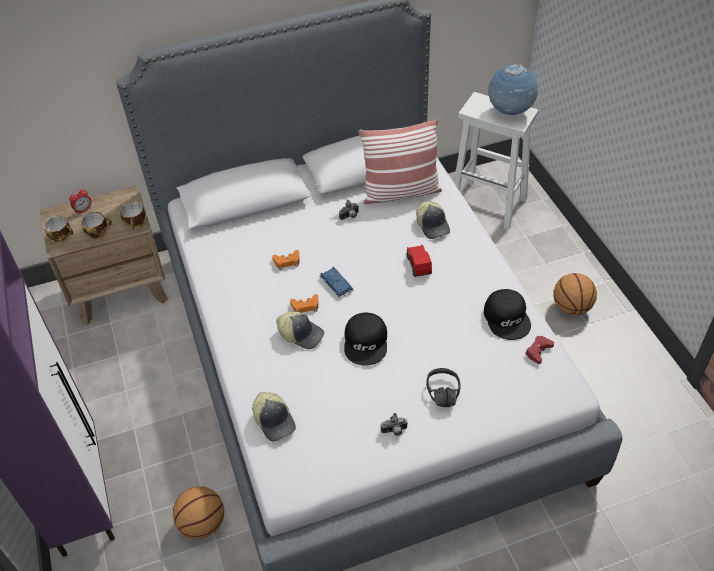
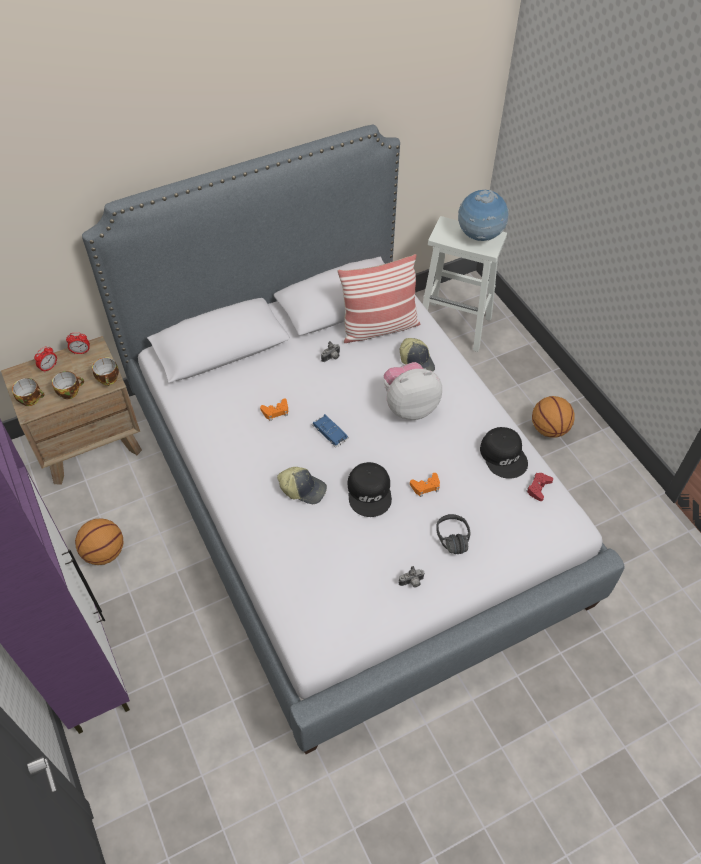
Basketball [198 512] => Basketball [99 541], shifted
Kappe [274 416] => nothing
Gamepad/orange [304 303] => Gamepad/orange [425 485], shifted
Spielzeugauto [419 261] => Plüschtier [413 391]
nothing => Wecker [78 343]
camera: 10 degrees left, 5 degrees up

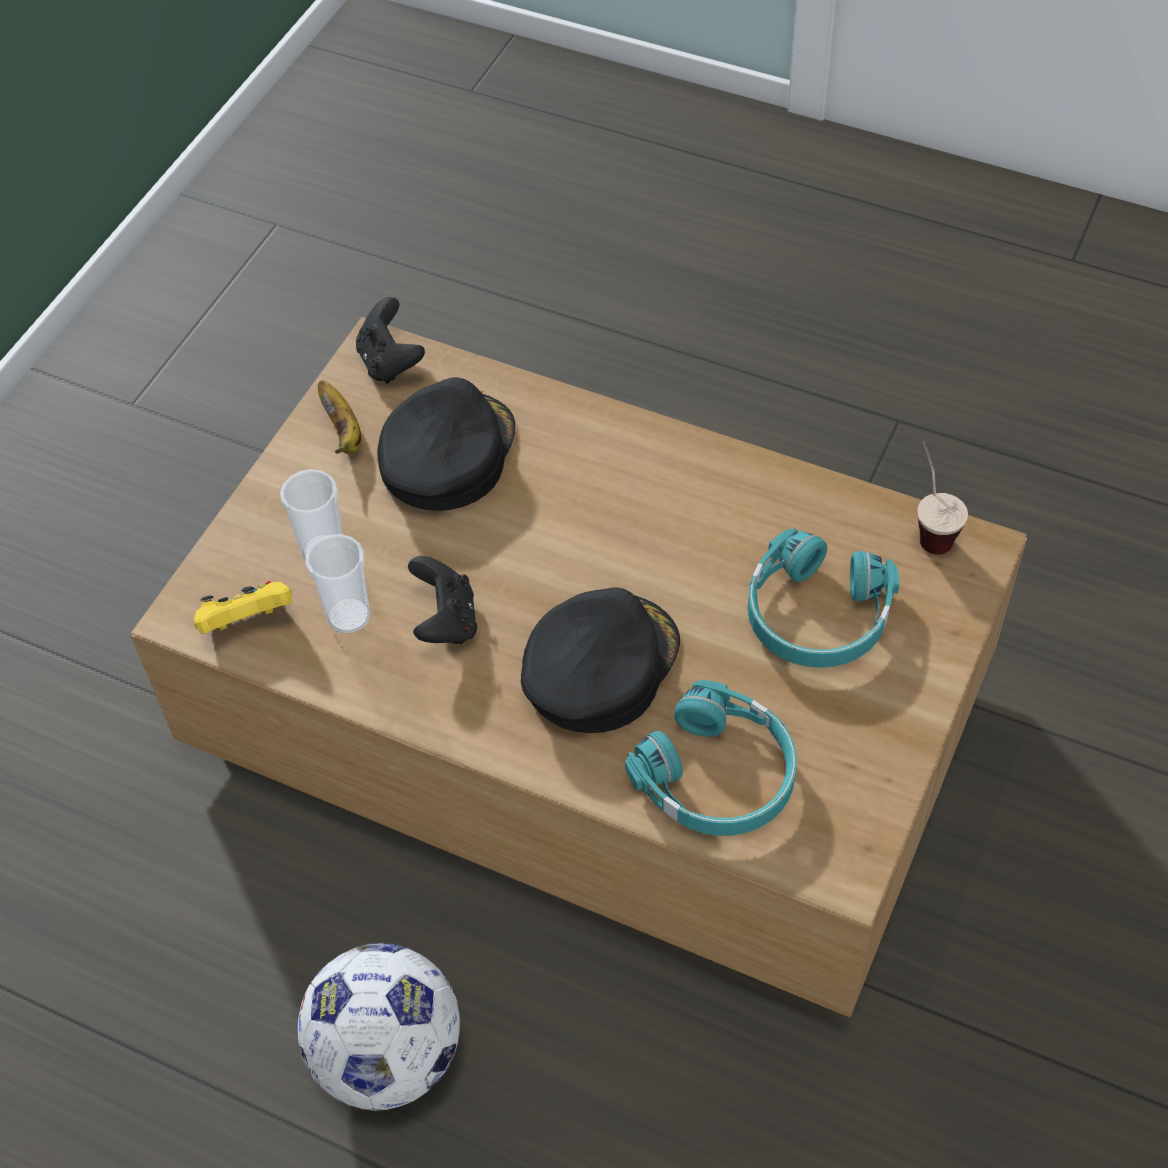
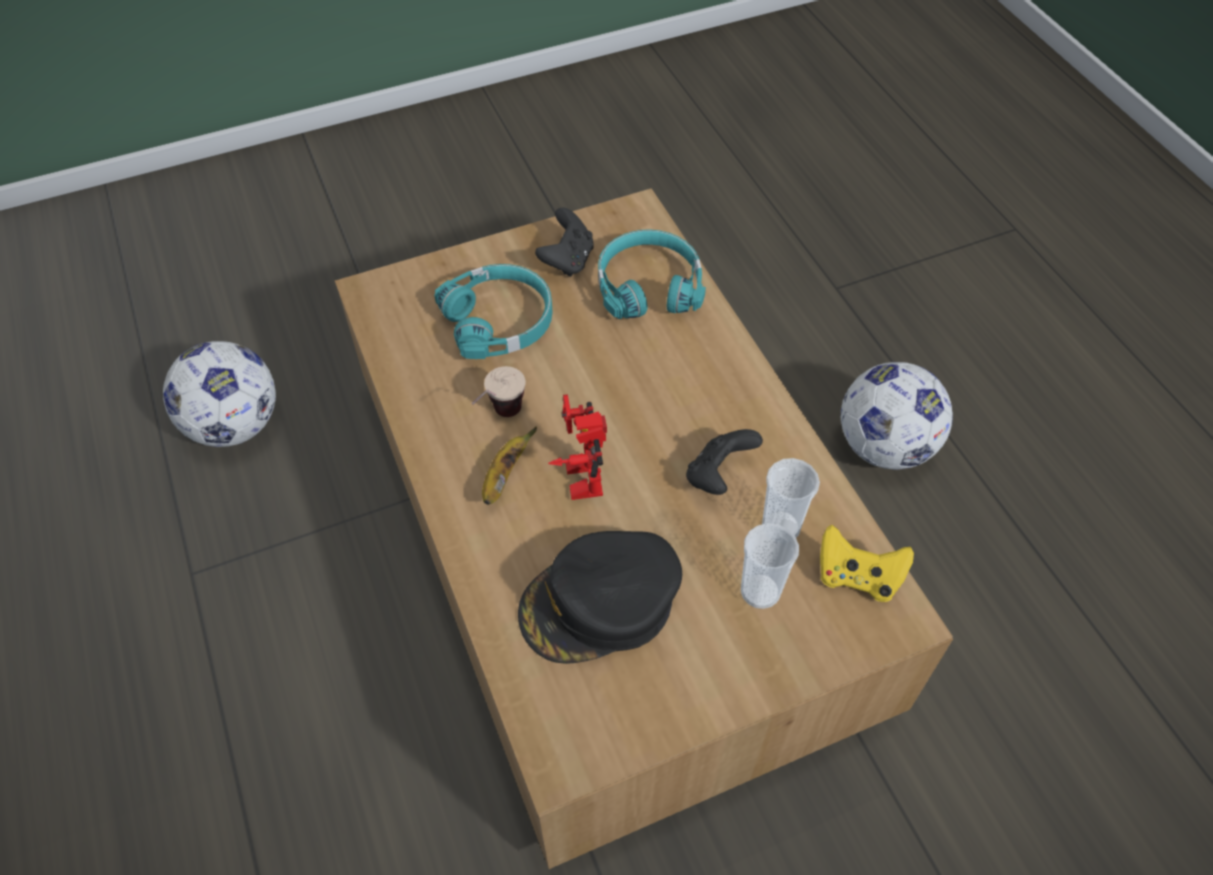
Banane [339 417] => Banane [509 465], shifted
Gamepad/schwarz [390 340] => Gamepad/schwarz [564 242], shifted
Kappe/schwarz [600 660] => nothing
Tasse [942 497] => Tasse [499 391], shifted
nothing => Fußball [219 394]
nothing => Spielzeugroboter [577 447]
camera: 140 degrees left, 0 degrees up

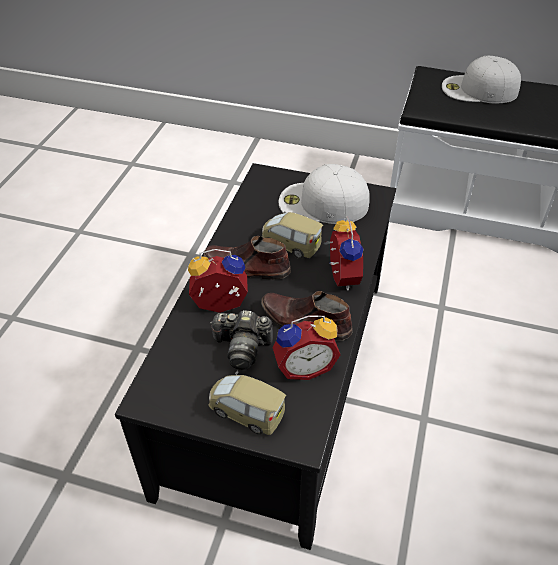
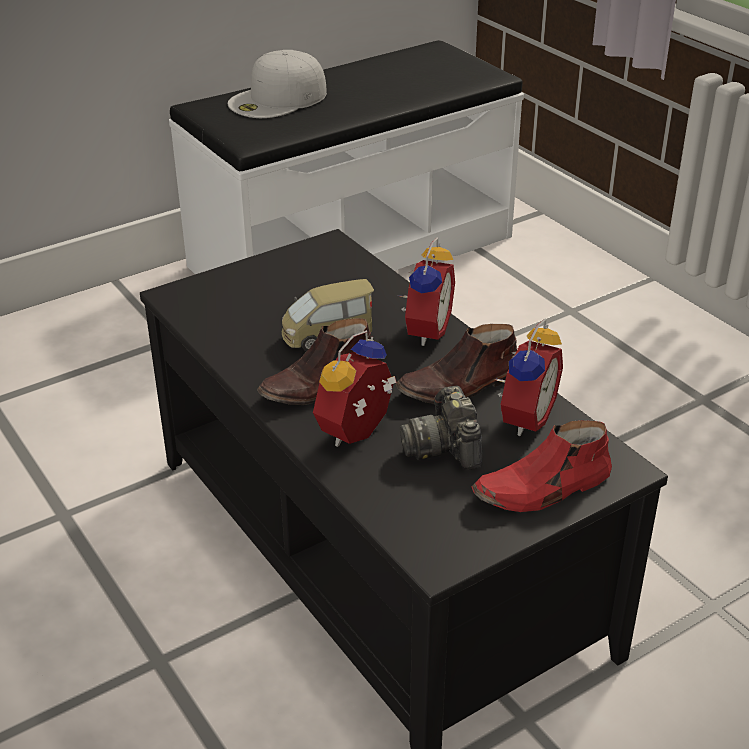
Spielzeugauto [247 403] => Schuh/rot [541 466]
Kamera [241 340] => Kamera [441 427], 120 degrees clockwise
Kappe/weiß [324 194] => nothing
Wecker [344 253] => Wecker [426 291], 75 degrees clockwise
camera: 50 degrees left, 10 degrees down

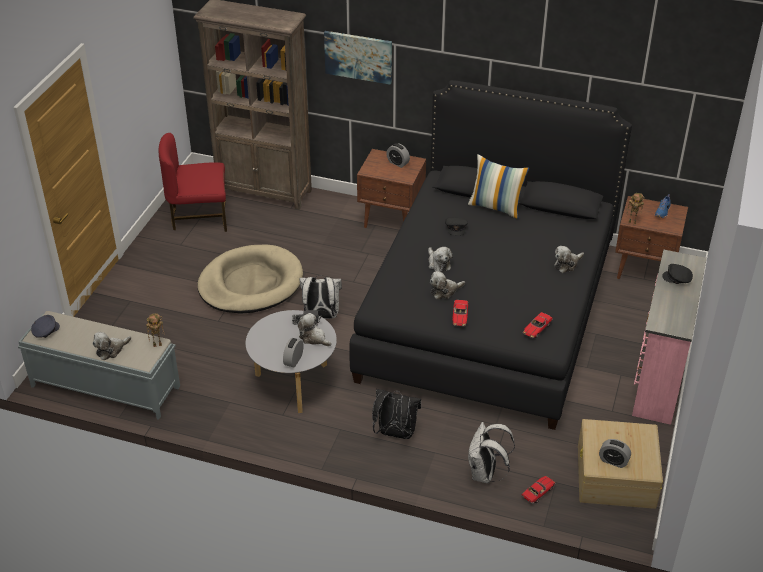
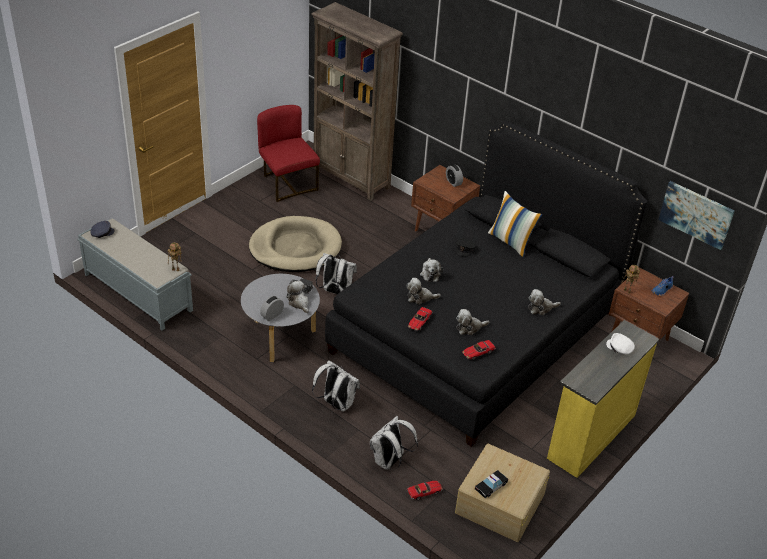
Plüschtier [111 346] => Plüschtier [472 322], shifted
Stuhl/rot [193 182] => Stuhl/rot [288 153], 45 degrees clockwise
Bild [358 58] => Bild [696 215], shifted
Rucksack/schwarz [396 414] => Rucksack/weiß [336 386]
Wecker [615 453] => Spielzeugauto [491 484]
Kommode/rosa [669 337] => Kommode/gelb [603 399]
Kappe/schwarz [678 274] => Kappe/weiß [620 344]
camera: 20 degrees right, 0 degrees up

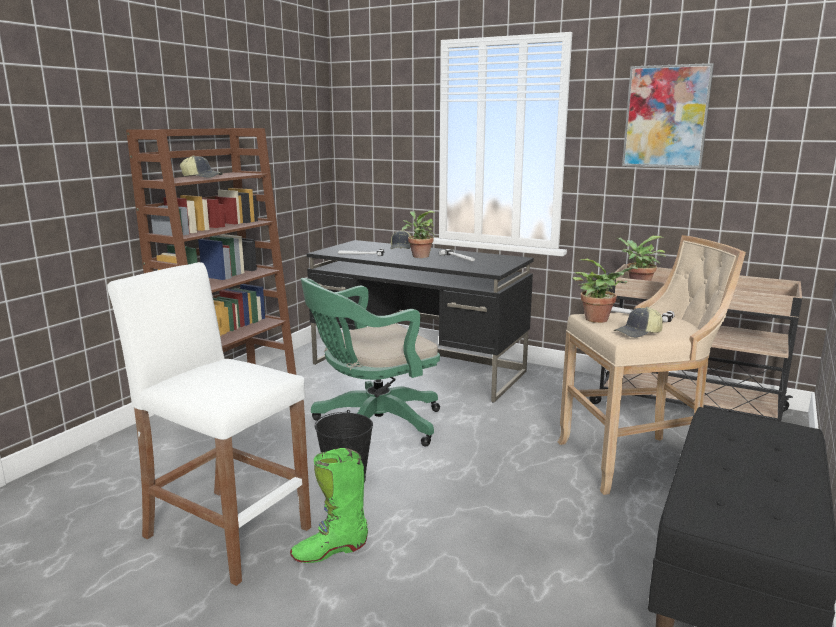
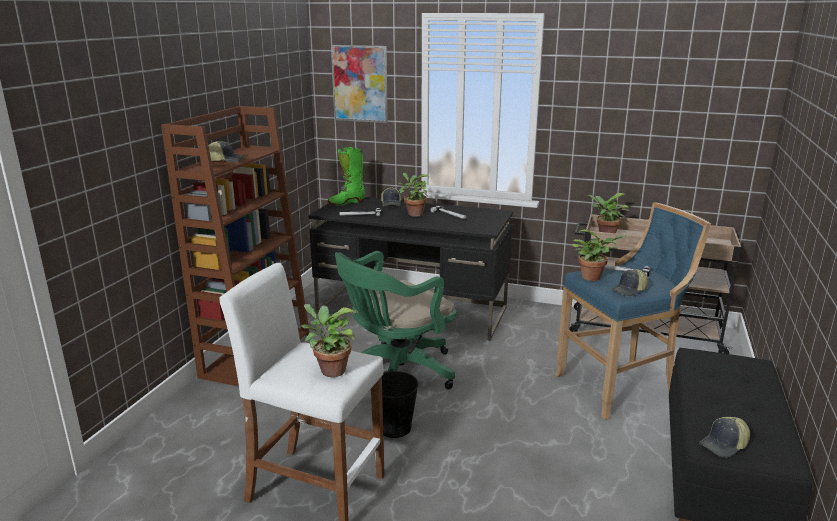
Stiefel/grün [329 505] => Stiefel/grün [346 176], shifted
Hocker/beige [652 365] => Hocker/blau [632 311]
Bild [668 116] => Bild [359 84], shifted
nothing => Topfpflanze [328 340]
nothing => Kappe [724 437]
camera: 10 degrees left, 5 degrees up

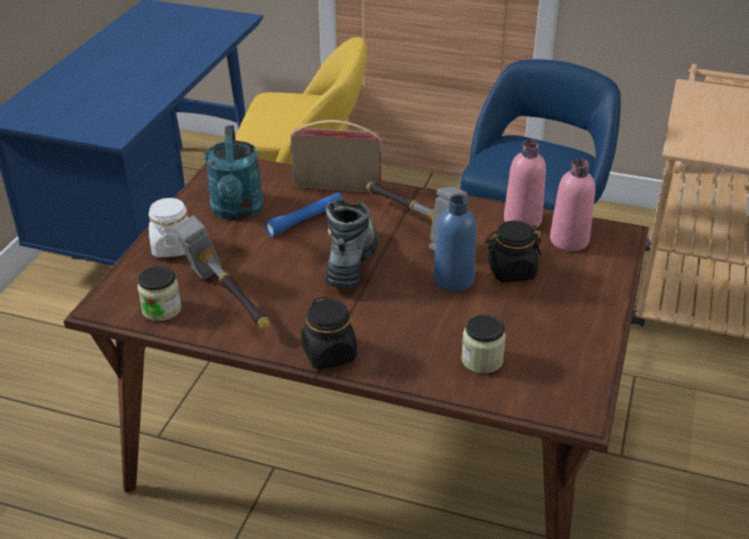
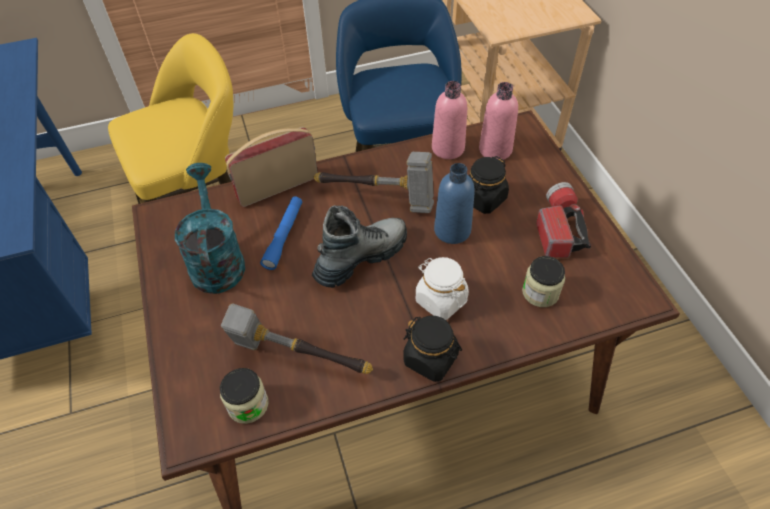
Vorratsglas/weiß [169 227] => Vorratsglas/weiß [442 288], shifted
Gießkanne/türkis [234 173] => Gießkanne/türkis [210 228], 150 degrees counterclockwise
Stiefel [351 243] => Stiefel [359 246], 75 degrees clockwise
nothing => Taschenlampe [563 220]
camera: 35 degrees left, 15 degrees up

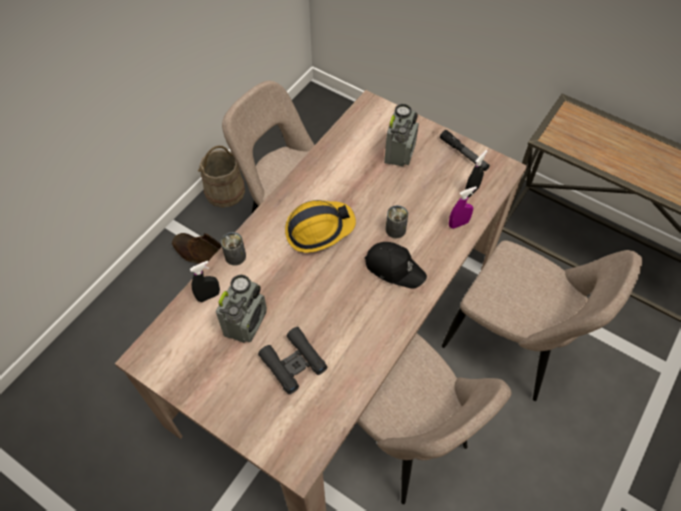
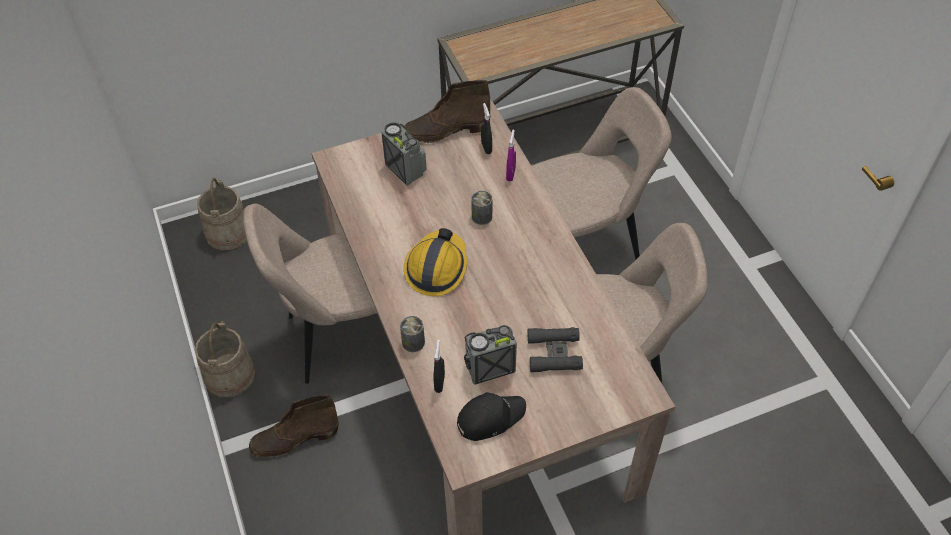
Radio [241 309] => Radio [490 355], 75 degrees counterclockwise
Kappe/schwarz [395 265] => Kappe/schwarz [491 416], shifted
Taschenlampe [465 150] => Stiefel/braun [447 111]
nothing => Eimer/beige [222 214]
camera: 55 degrees left, 5 degrees down

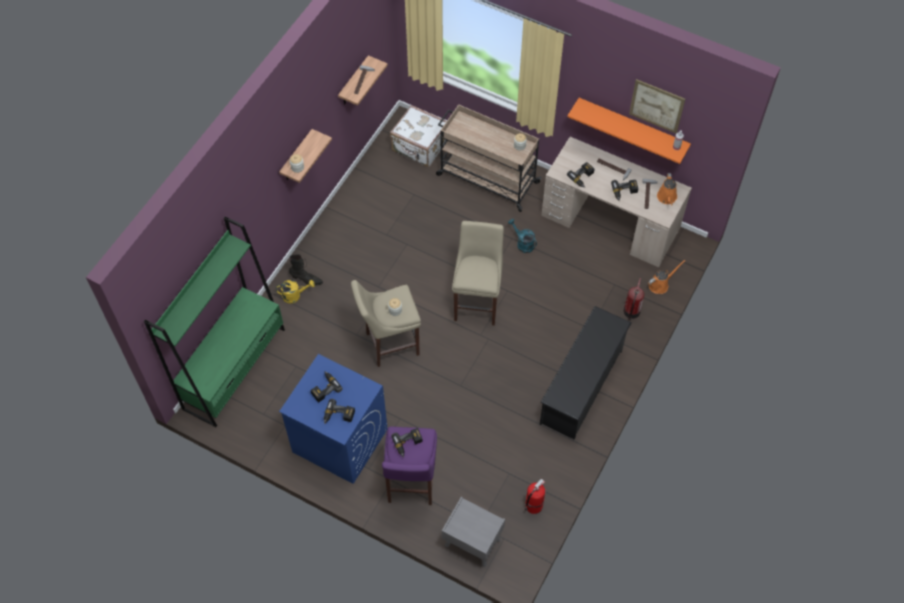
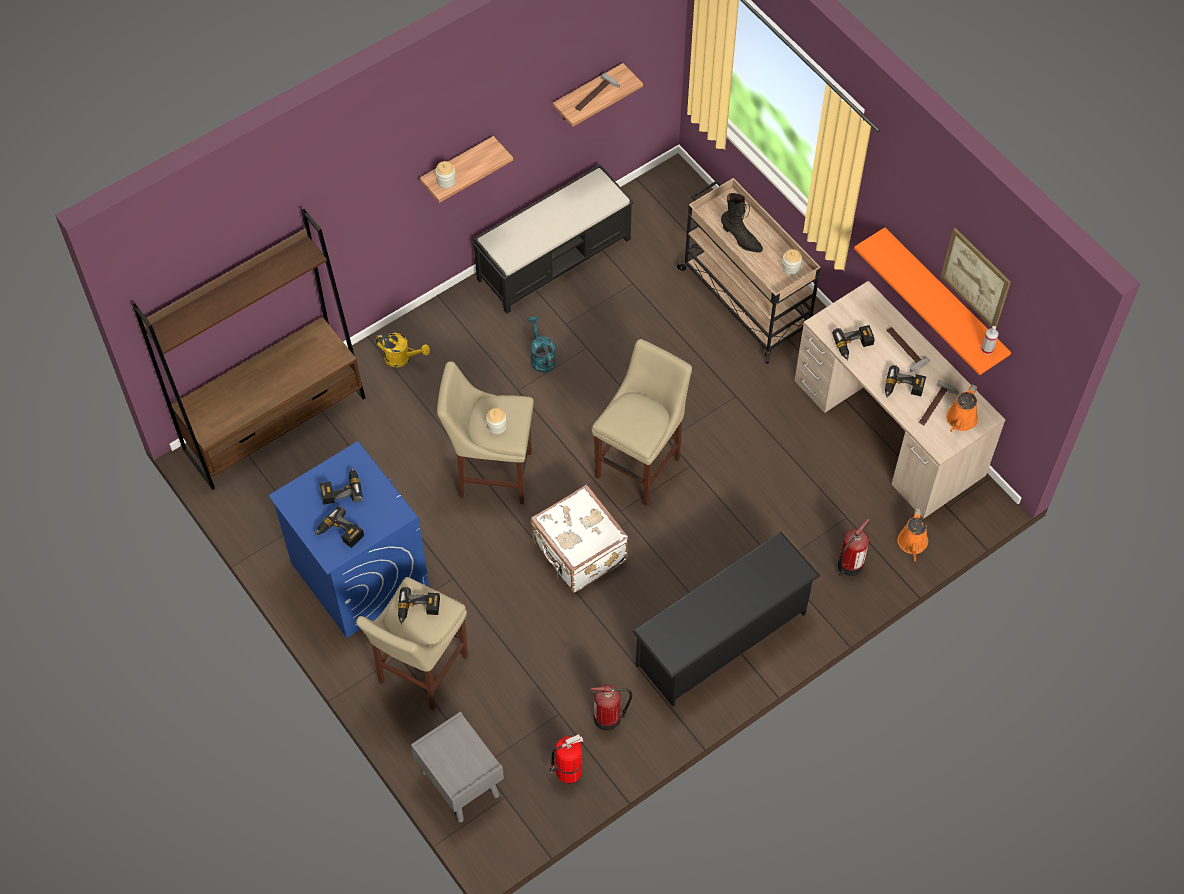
Bücherregal/grün [214 322] => Bücherregal/braun [248 349]
Stiefel/schwarz [306 270] => Stiefel/schwarz [742 223], shifted
Hocker/lila [409 466] => Hocker/beige [412 643]
Koffer/weiß [418 136] => Koffer/weiß [579 538], shifted
Gießkanne/türkis [522 236] => Gießkanne/türkis [542 344], shifted
Gießkanne/orange [666 277] => Gießkanne/orange [913 535], 105 degrees clockwise
nothing => Bank/schwarz [553 239]
nothing => Feuerlöscher [611 707]
camera: 25 degrees right, 0 degrees up

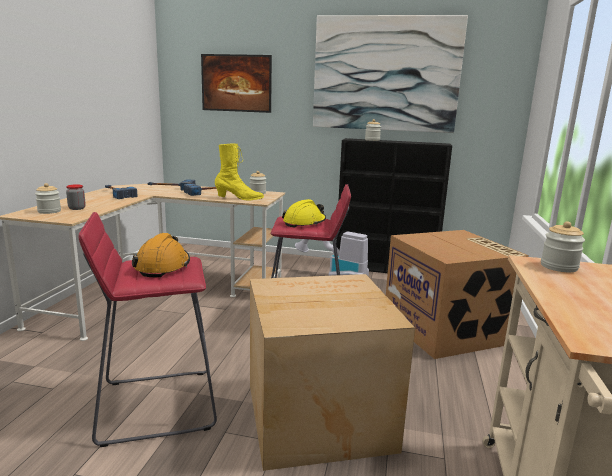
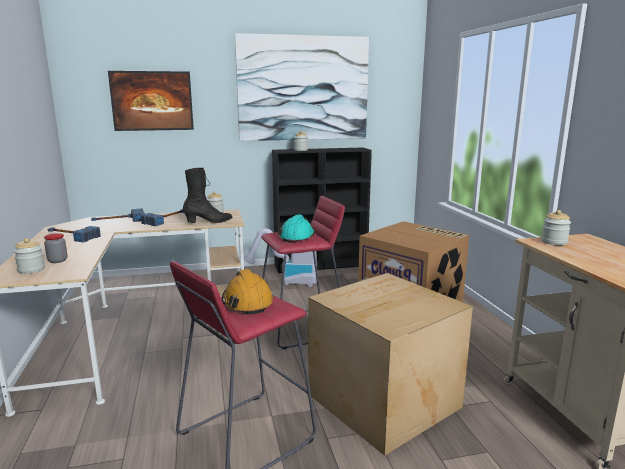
Stiefel/gelb [239 172] => Stiefel/schwarz [207 195]
Schutzhelm/gelb [304 213] => Schutzhelm/türkis [296 229]
camera: 25 degrees left, 0 degrees up

